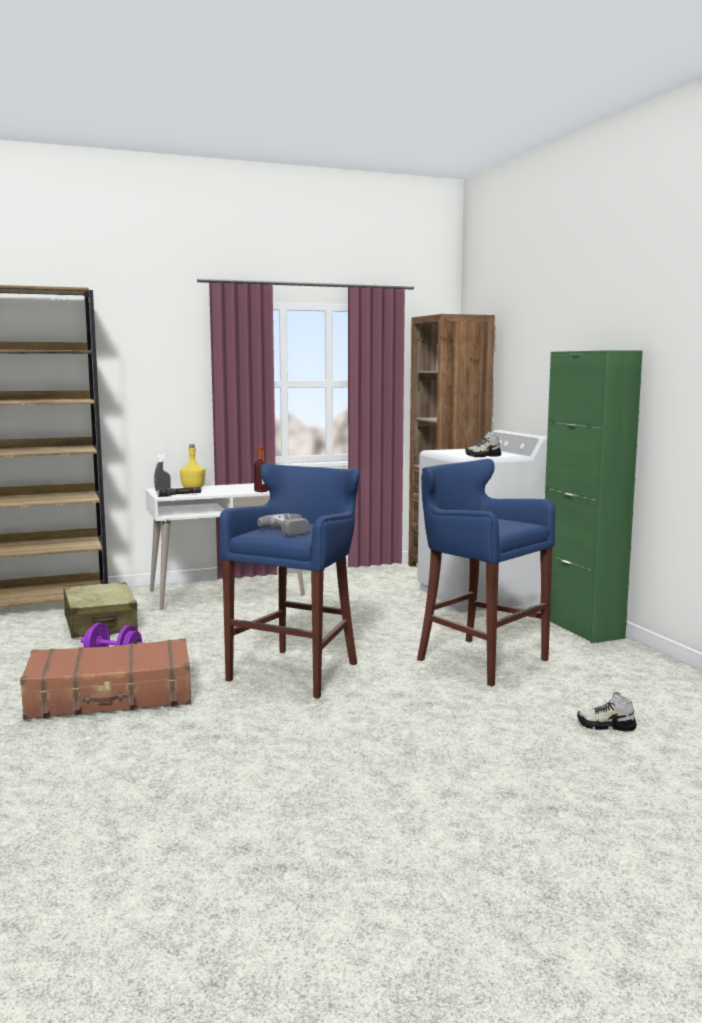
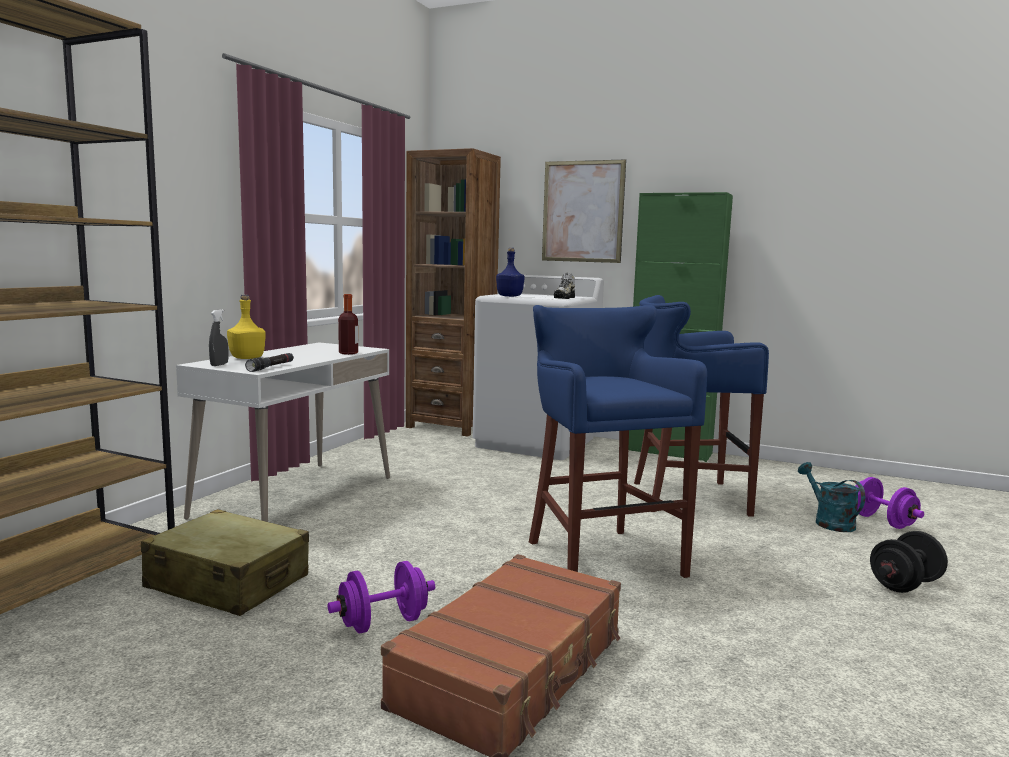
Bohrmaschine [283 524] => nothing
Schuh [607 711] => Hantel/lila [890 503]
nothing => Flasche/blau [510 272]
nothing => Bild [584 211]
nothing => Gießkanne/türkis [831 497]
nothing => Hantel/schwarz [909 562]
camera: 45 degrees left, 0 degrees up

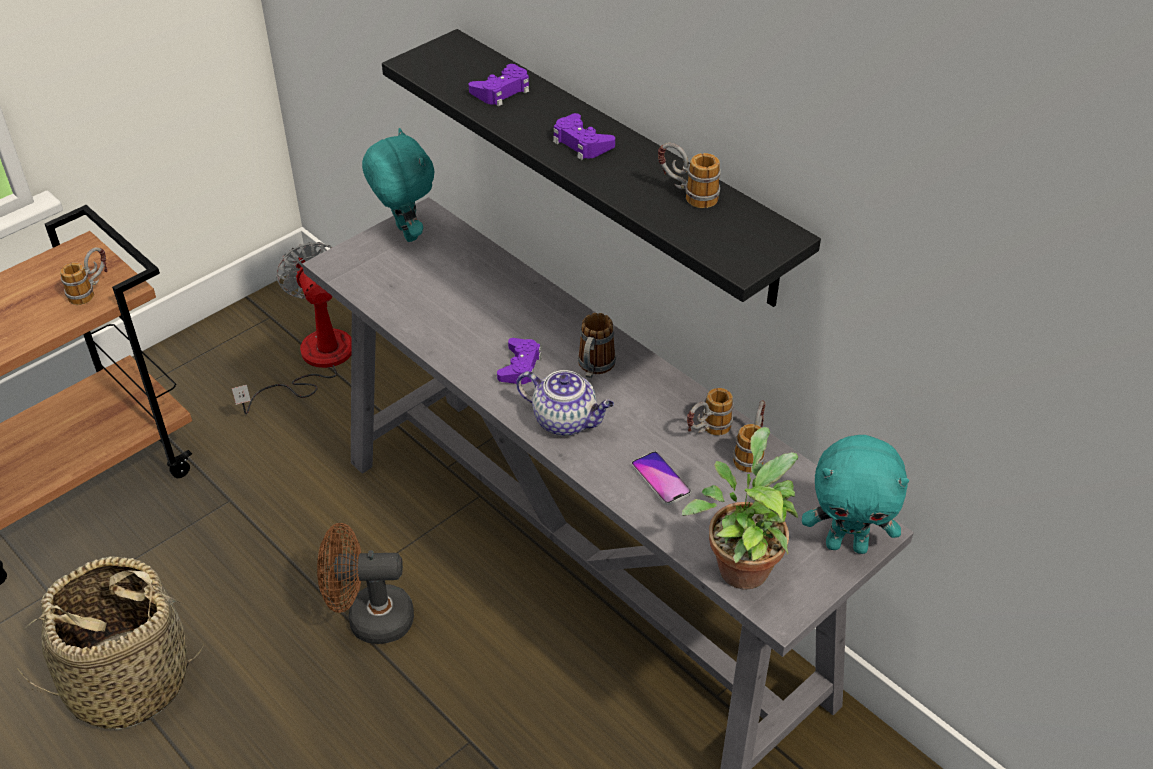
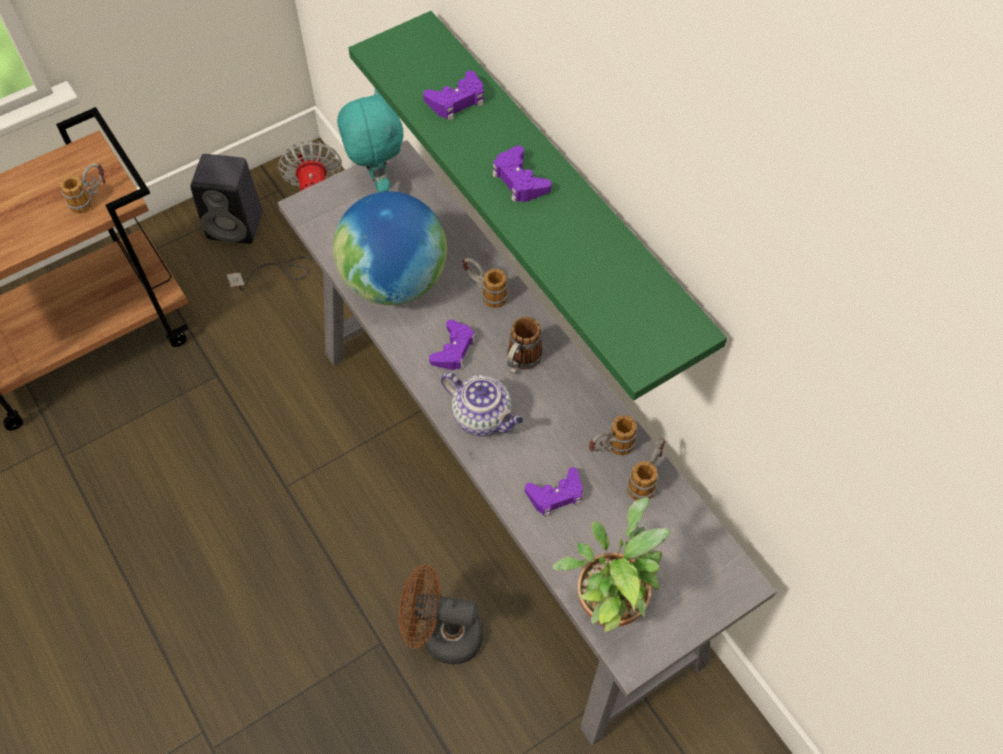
Korb [108 643] => nothing
Ventilator/braun [365 583] => Ventilator/braun [441 614], shifted
Wandregal/schwarz [601 168] => Wandregal/grün [537 206]
Handy [661 478] => Gamepad/lila [554 492]
Henkelbecher [689 175] => Henkelbecher [486 283], shifted
Plüschtier/türkis [855 494] => nothing
nothing => Lautsprecher/schwarz [226 199]
nothing => Globus [390 248]
camera: 10 degrees right, 15 degrees up

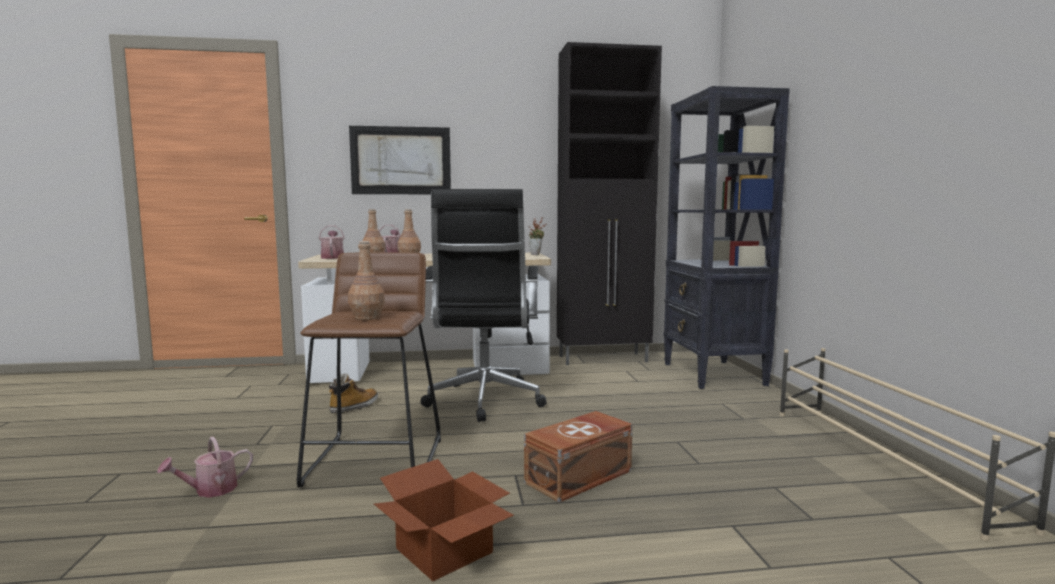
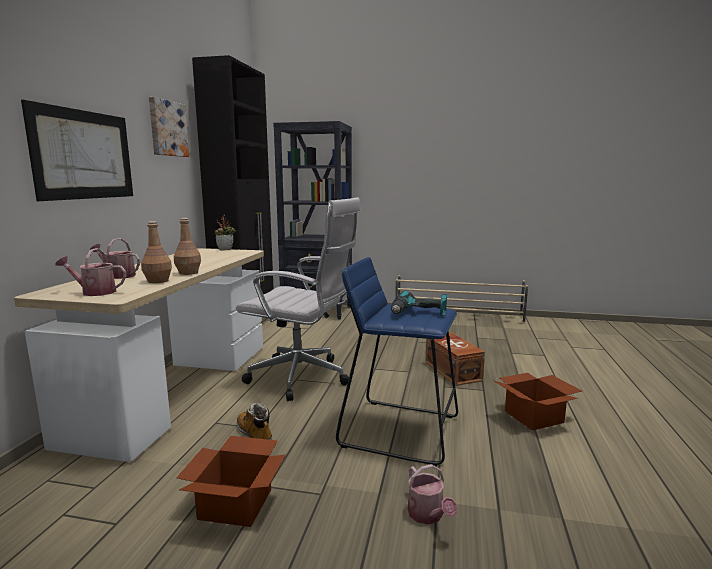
Hocker/braun [369 369] => Hocker/blau [397 361]
Flasche/braun [366 280] => Bohrmaschine [419 303]
Bürostuhl/schwarz [483 305] => Bürostuhl/weiß [298 299]
nothing => Bild [169 127]
nothing => Karton [231 481]
camera: 70 degrees left, 5 degrees up

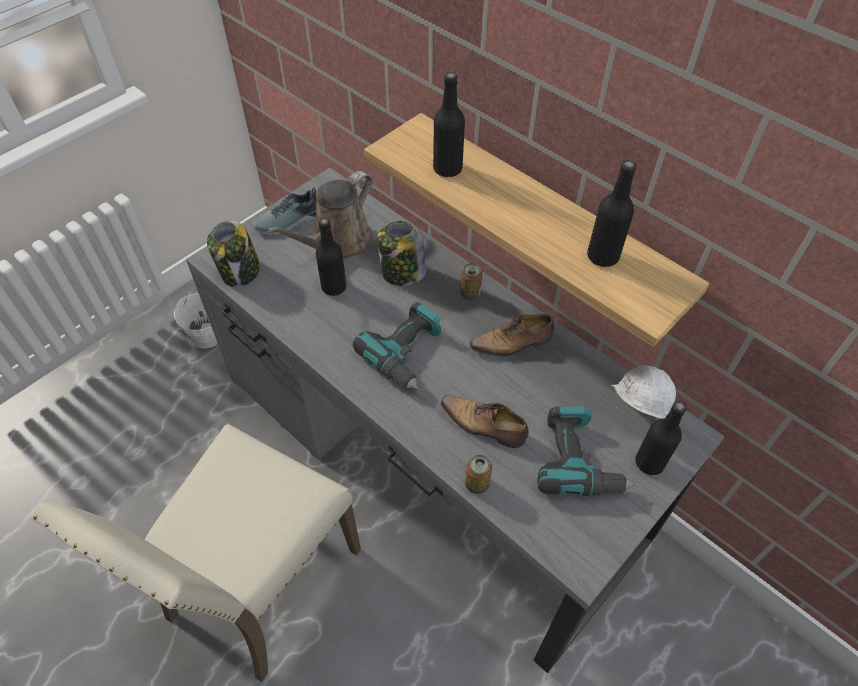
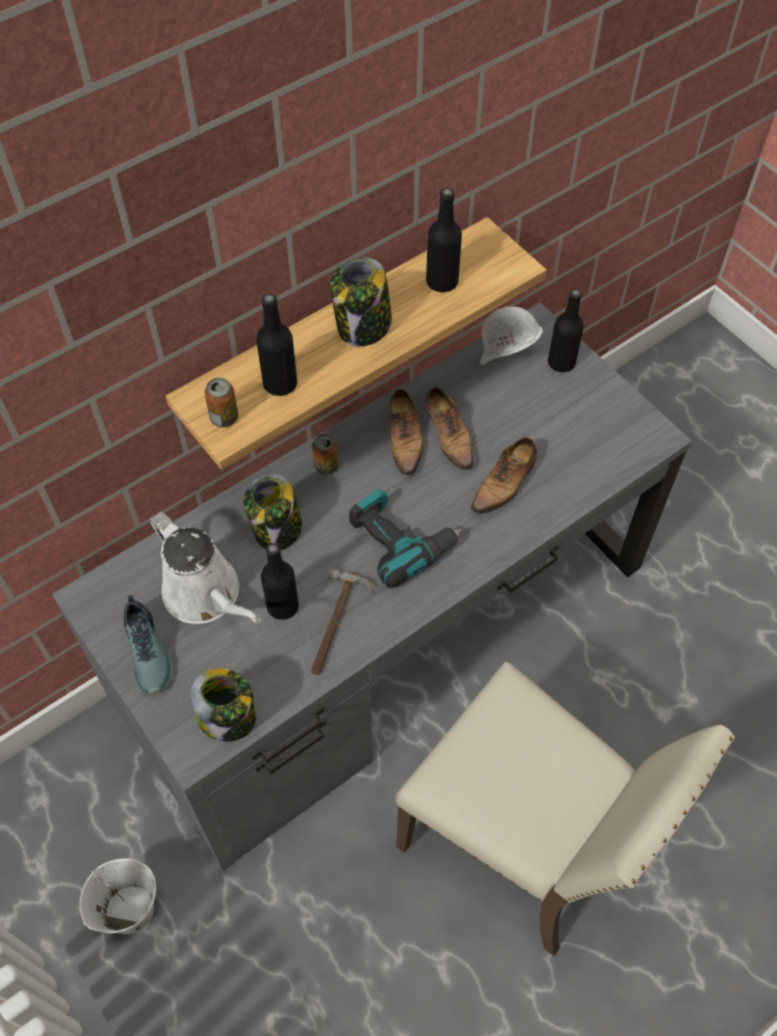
Gießkanne/braun [320 215] => Gießkanne/weiß [204 567]
Dose [478 474] => Dose [221 402], shifted
Bohrmaschine [587 451] => nothing
nothing => Hammer [342 621]
nothing => Vorratsglas [361 301]
nothing => Schuh [449 428]
camera: 80 degrees left, 5 degrees up

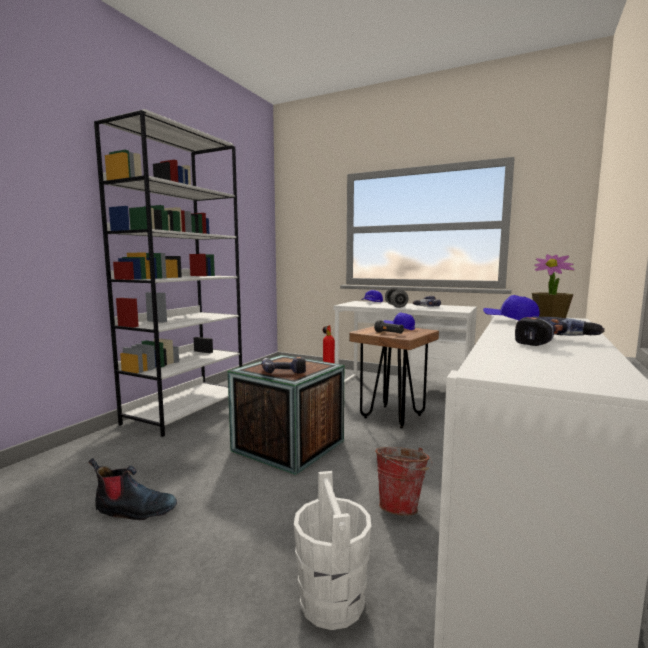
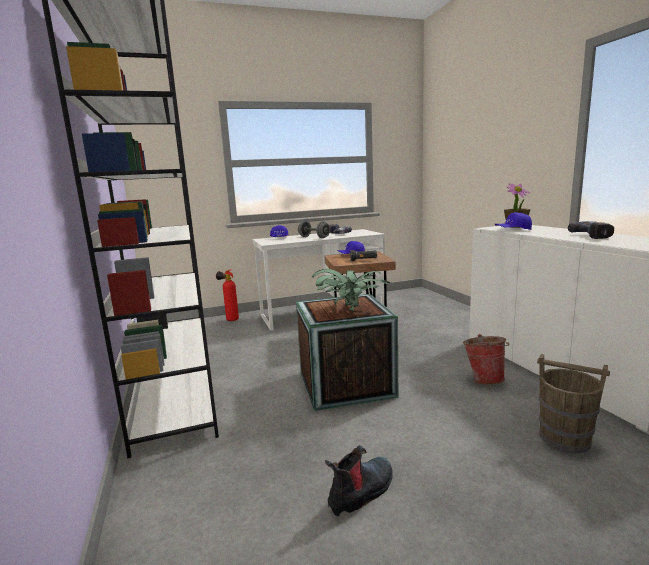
Bohrmaschine [283 365] => Topfpflanze [351 290]
Eimer/weiß [332 550] => Eimer/braun [573 403]
camera: 45 degrees left, 5 degrees up

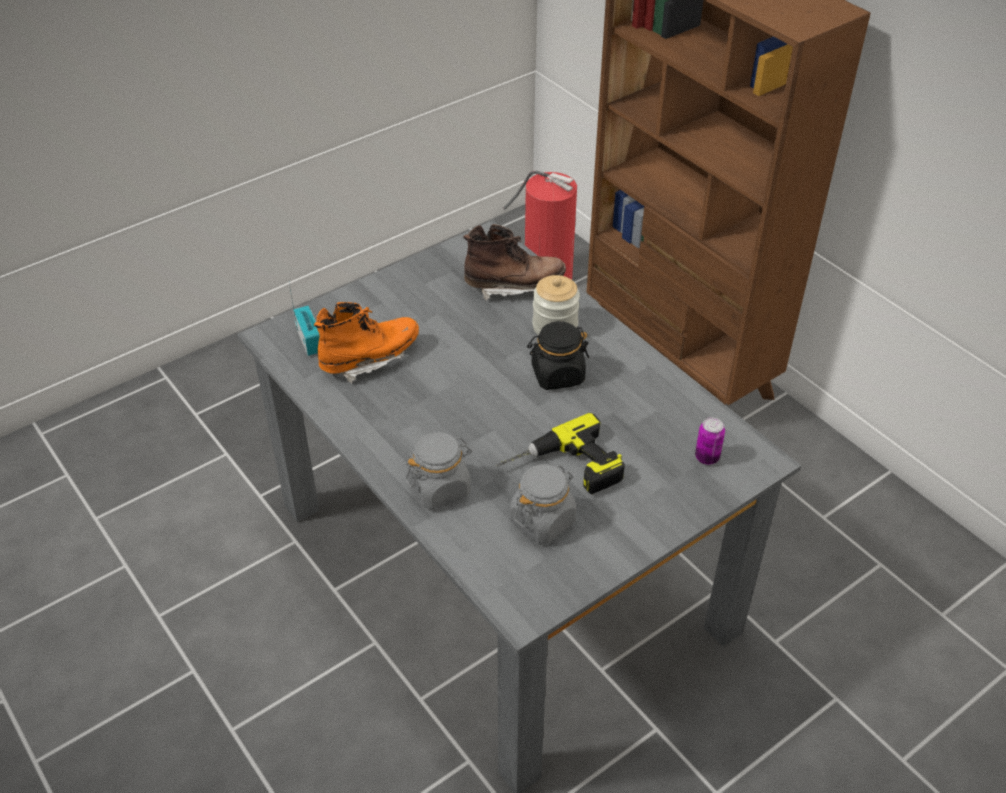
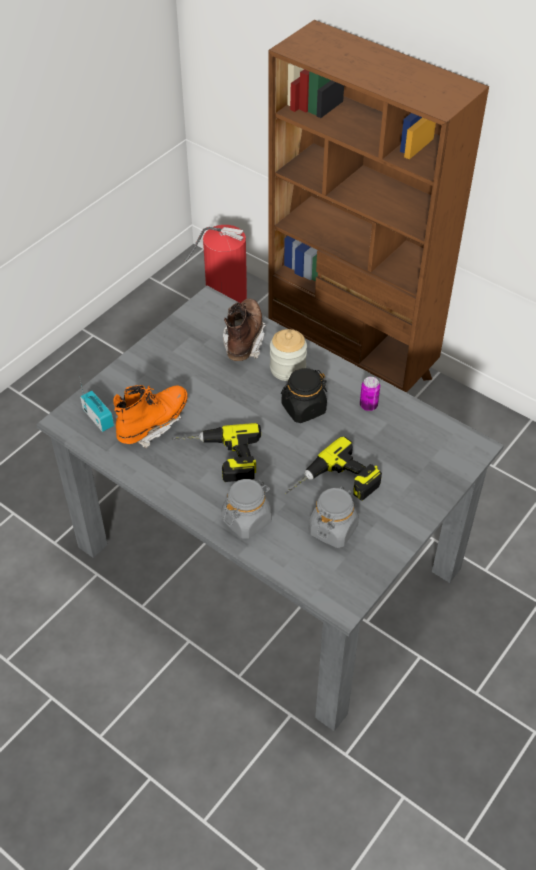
Stiefel/braun [514 262] => Stiefel/braun [244 329], 60 degrees counterclockwise
Dose [710 441] => Dose [370 394], shifted
nothing => Bohrmaschine [216 452]
camera: 15 degrees left, 5 degrees up

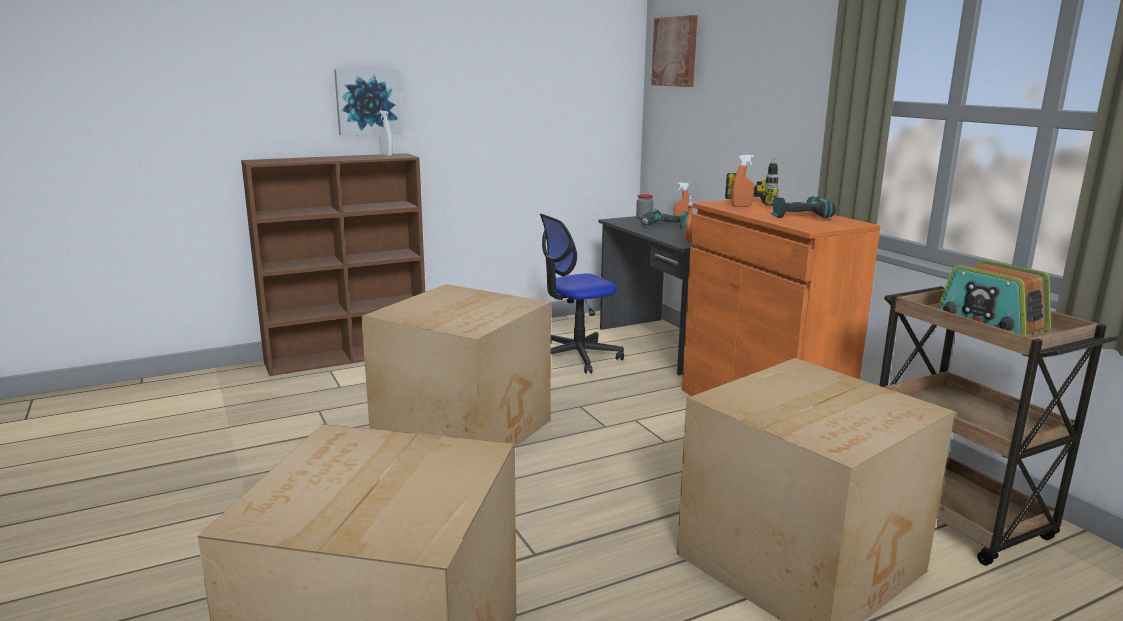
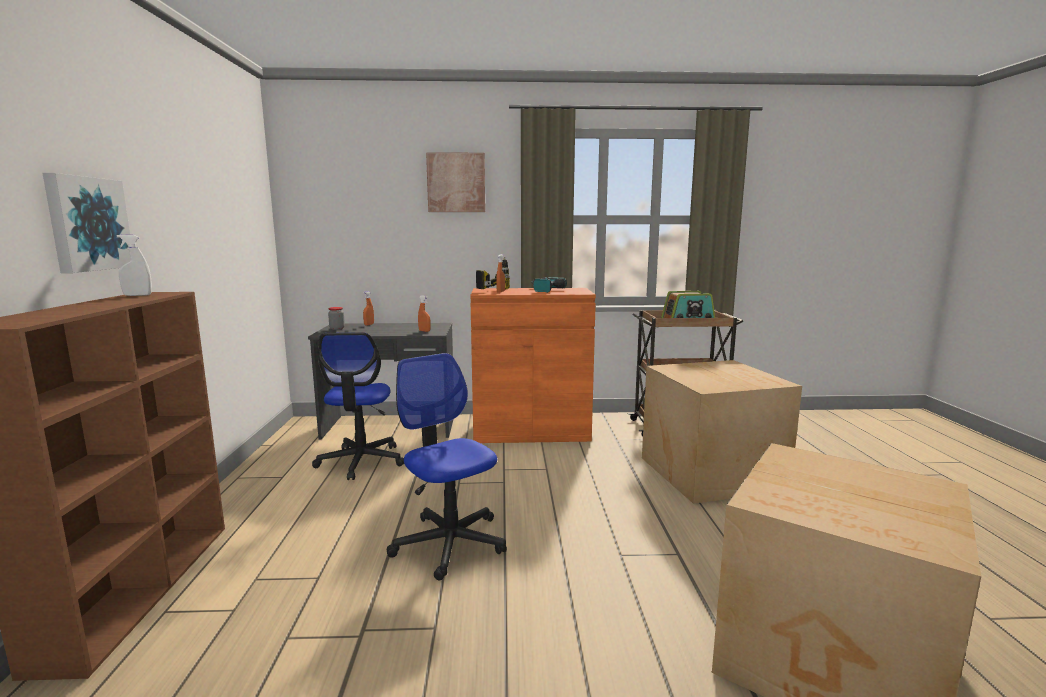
Karton [456 365] => Bürostuhl [447 466]
Bohrmaschine [664 218] => nothing
Bild [674 51] => Bild [455 182], shifted
camera: 65 degrees left, 5 degrees down

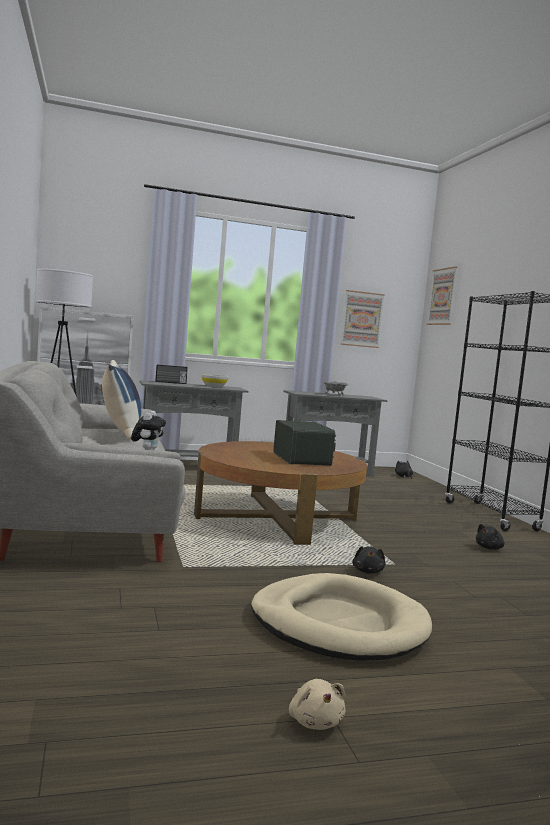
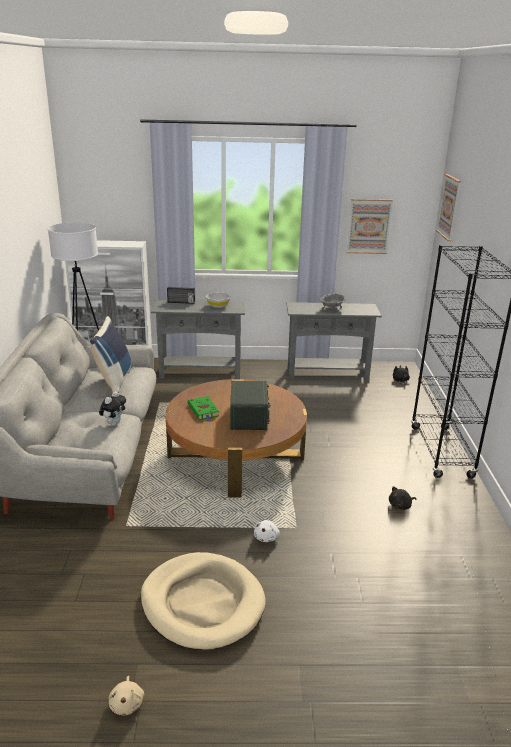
Plüschtier/schwarz [369 560] => Plüschtier/weiß [267 531]
nothing => Buch/grün [203 409]
camera: 15 degrees right, 20 degrees up

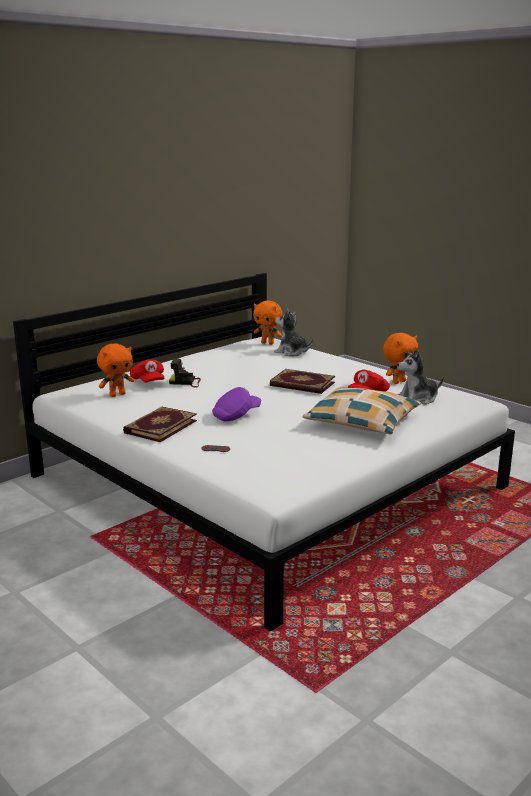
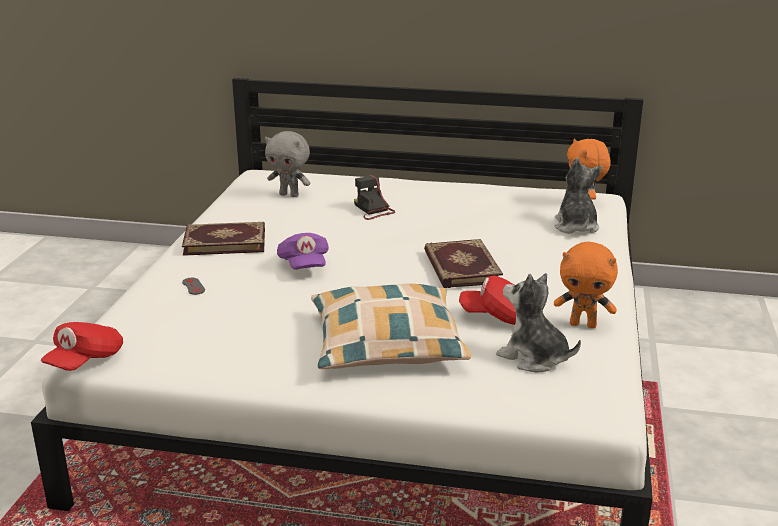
Plüschtier/orange [115 370] => Plüschtier/grau [287 164]
Kappe/rot [147 370] => Kappe/rot [82 346], shifted
Kappe/lila [236 404] => Kappe/lila [303 251], 60 degrees clockwise
camera: 55 degrees right, 5 degrees up

